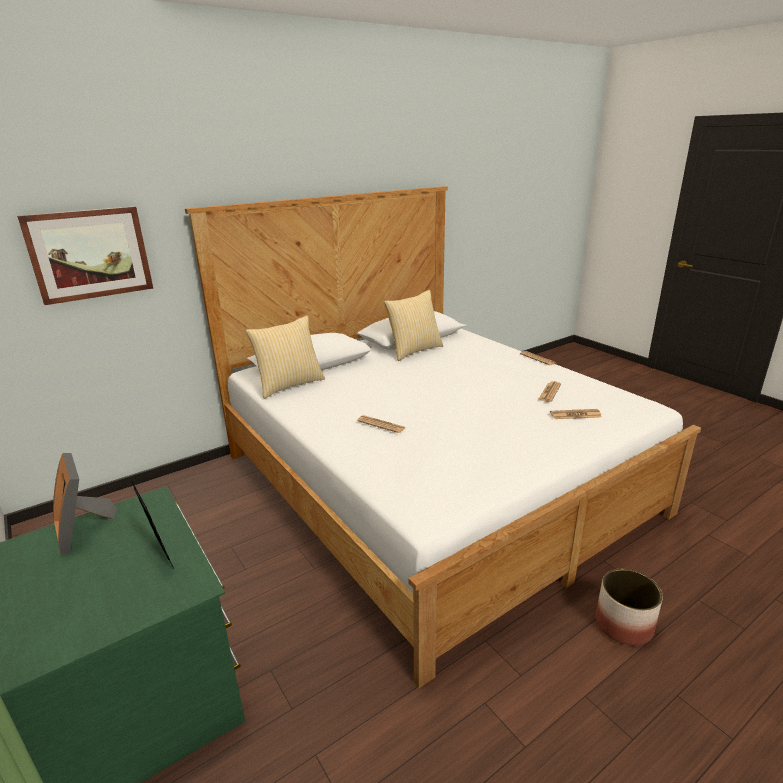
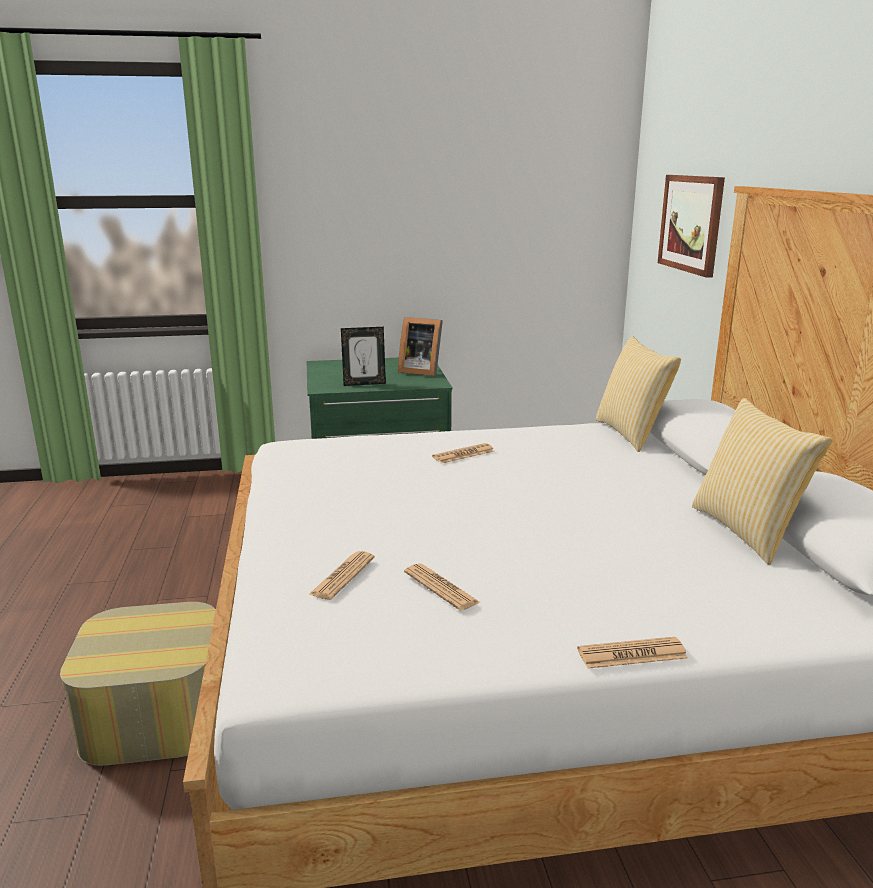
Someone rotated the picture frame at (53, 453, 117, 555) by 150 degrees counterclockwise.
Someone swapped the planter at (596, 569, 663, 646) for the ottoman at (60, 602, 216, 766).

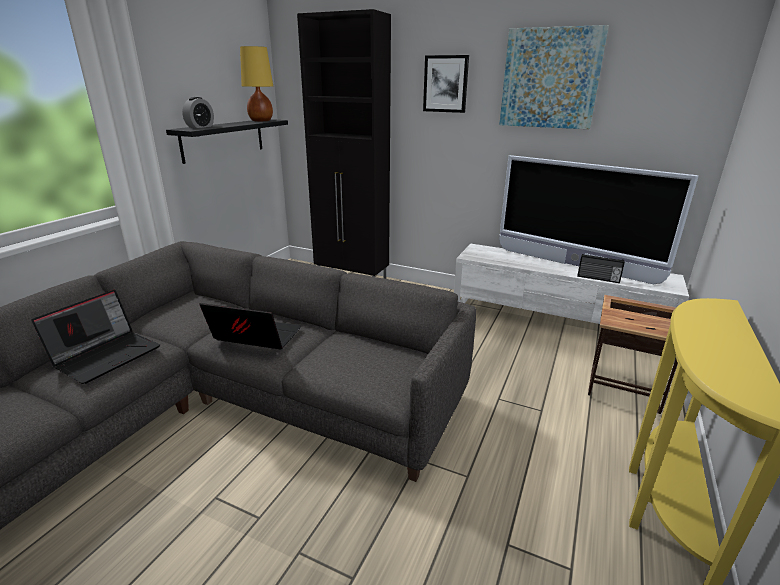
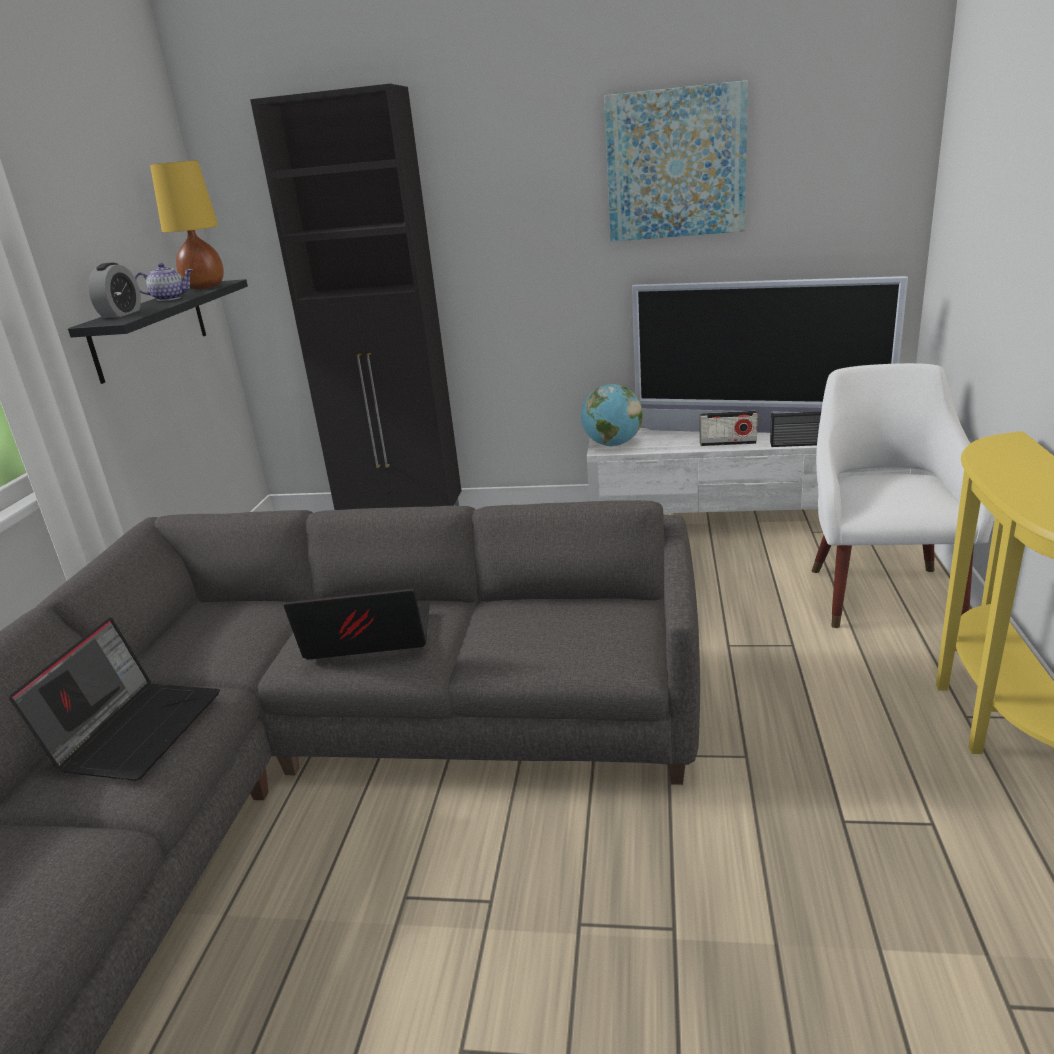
Someone took away the picture at (423, 55, 469, 113).
Someone swapped the side table at (588, 295, 677, 414) for the white armchair at (812, 363, 995, 628).
Someone put down the teapot at (135, 263, 193, 301).
Someone put down the globe at (581, 384, 643, 446).
Someone put down the radio at (700, 411, 757, 446).

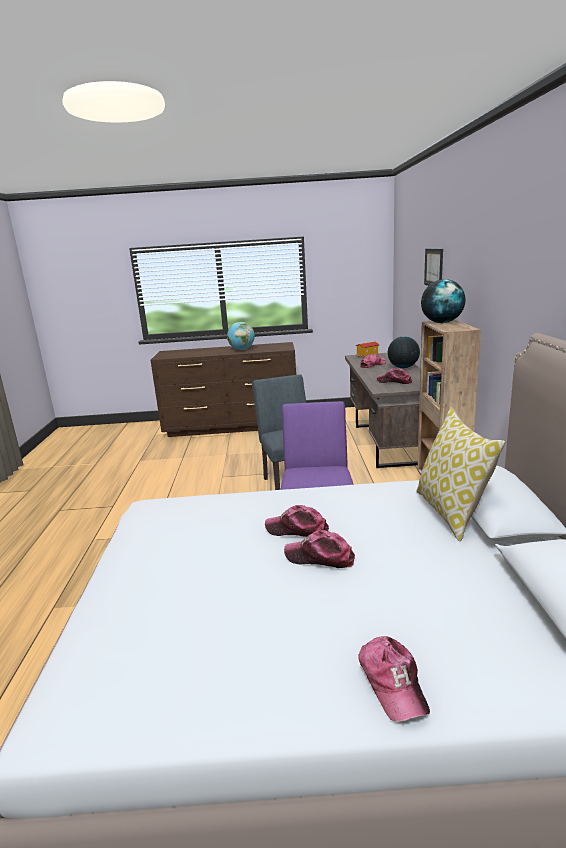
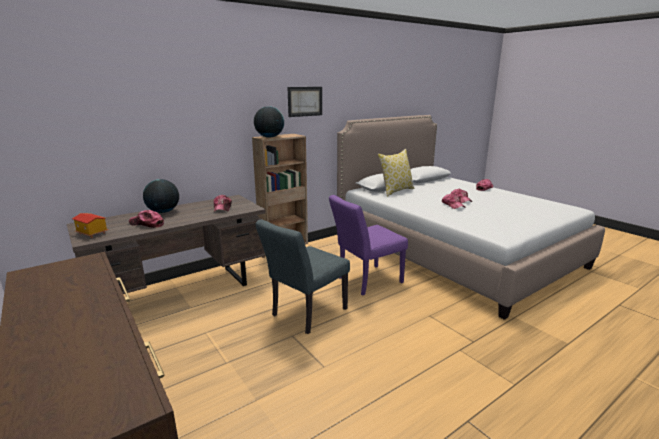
Someone took away the globe at (227, 322, 255, 350).
Someone carried the picture from (424, 249, 443, 286) to (287, 87, 322, 117).

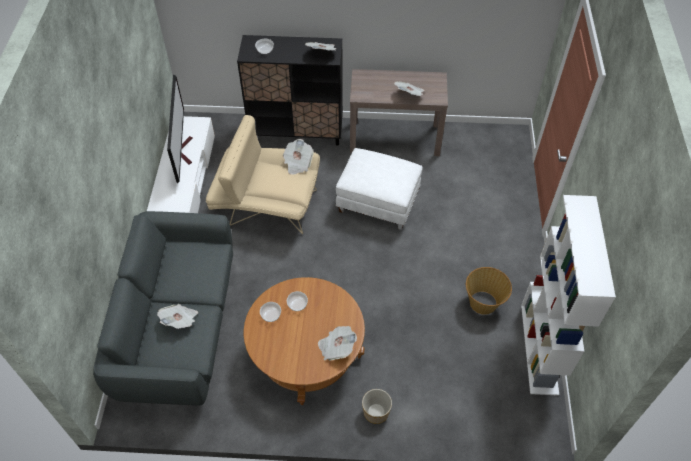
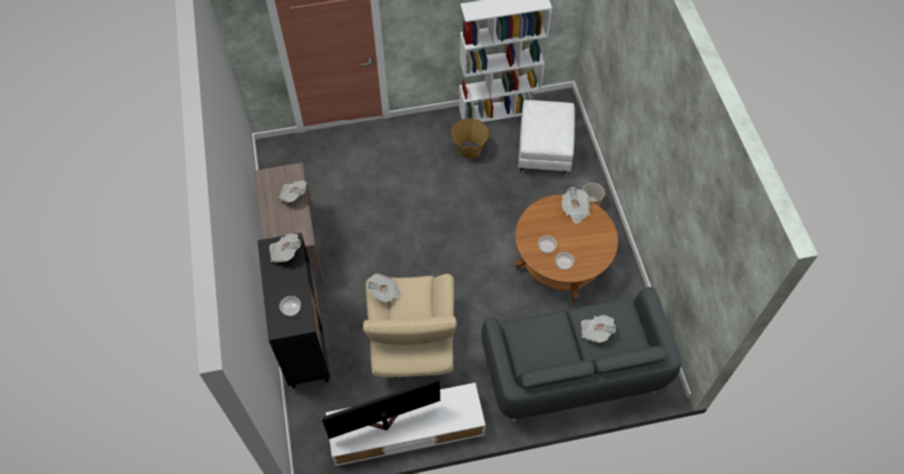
Someone carried the white ottoman from (336, 148, 422, 230) to (518, 100, 575, 176).

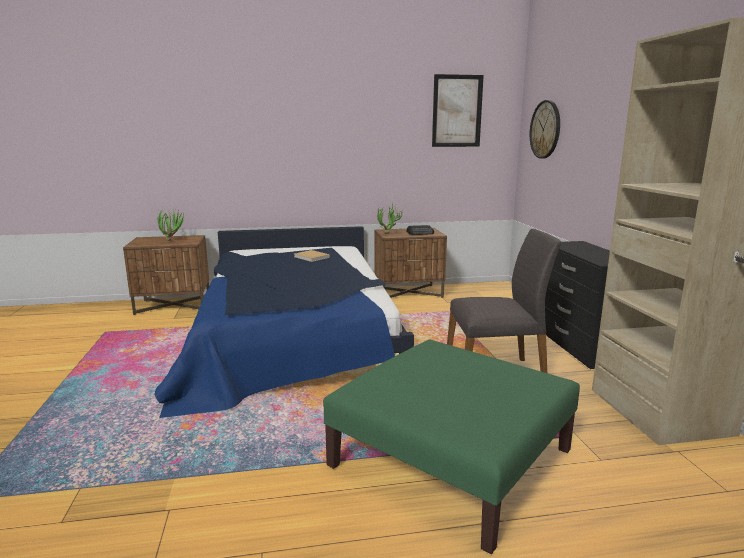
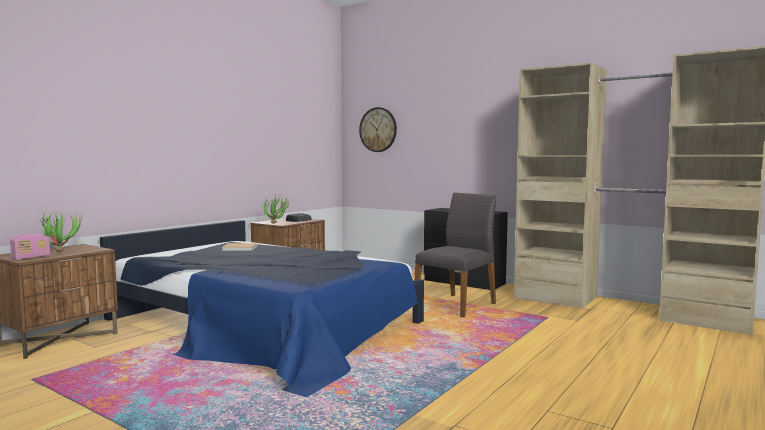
Someone took away the green ottoman at (323, 339, 580, 554).
Someone took away the picture at (432, 74, 484, 147).
Someone put down the radio at (10, 234, 50, 260).

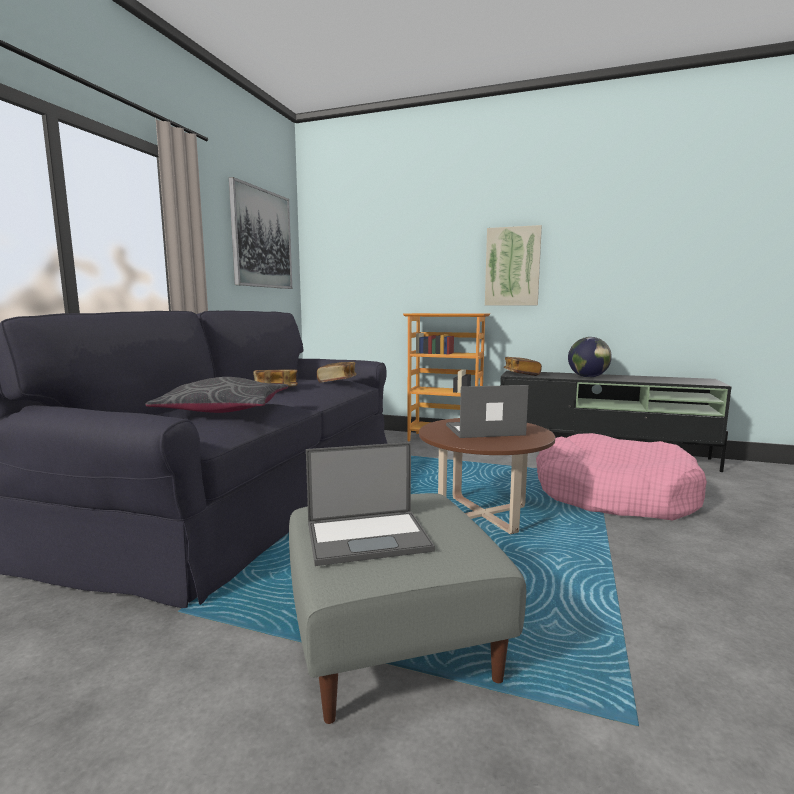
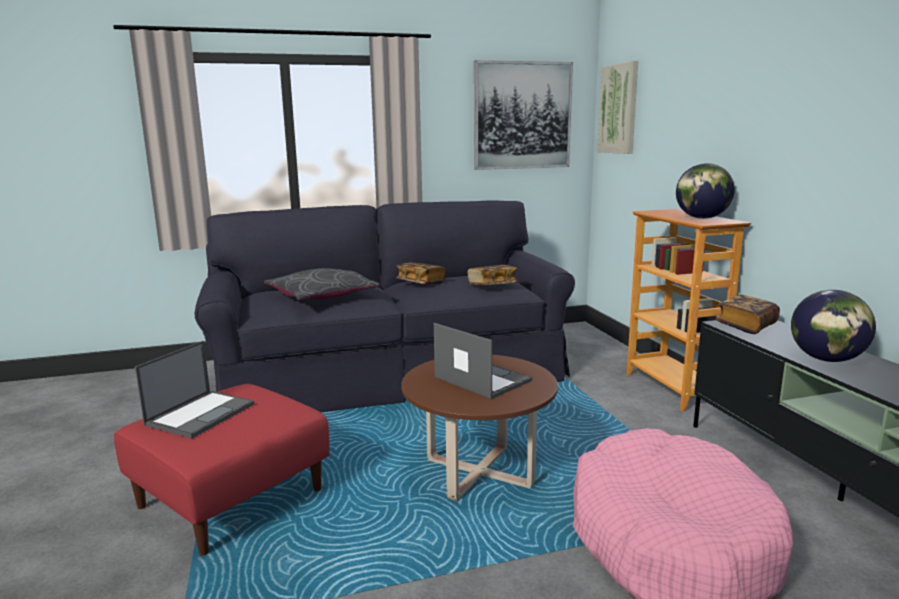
Someone repainted the grey ottoman at (289, 493, 526, 724), which became the red ottoman at (114, 384, 330, 556).
Someone rotated the laptop at (306, 442, 435, 566) by 105 degrees counterclockwise.
Someone carried the picture from (485, 225, 542, 306) to (598, 61, 638, 154).
Someone put down the globe at (676, 163, 735, 219).

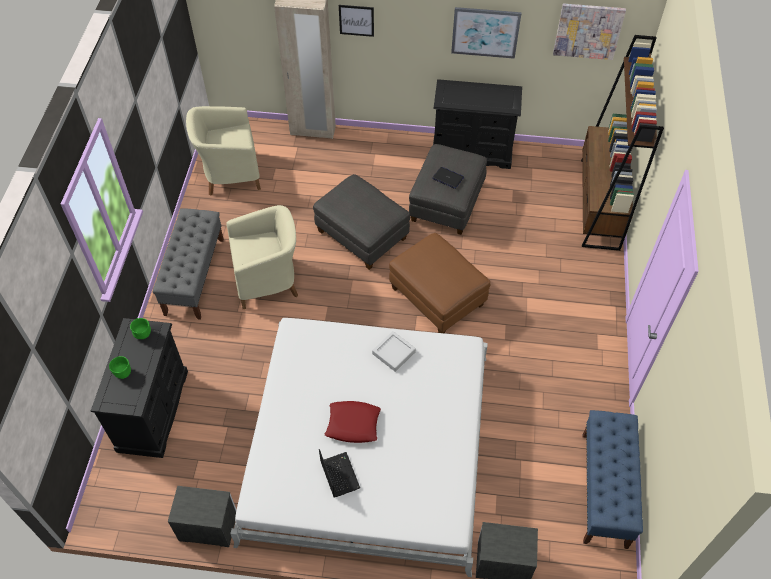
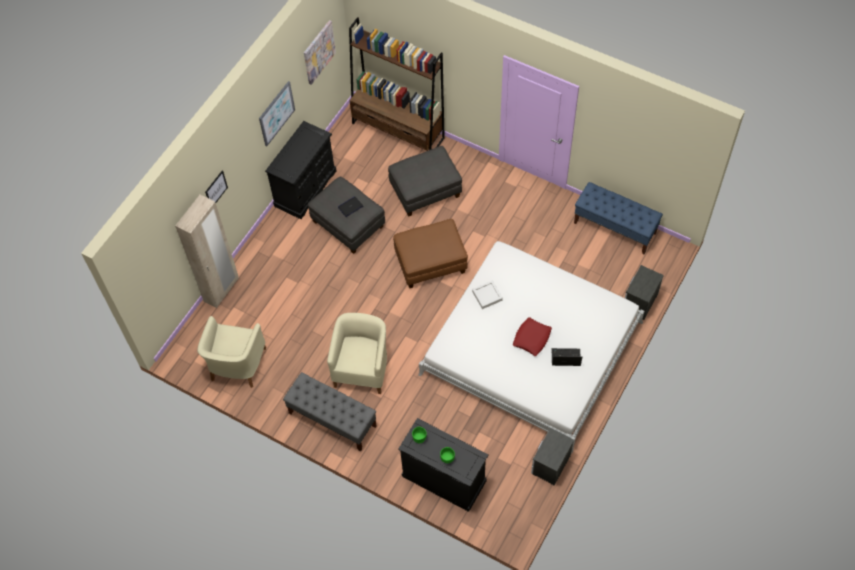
Someone carried the grey ottoman from (313, 174, 410, 270) to (388, 146, 462, 217).

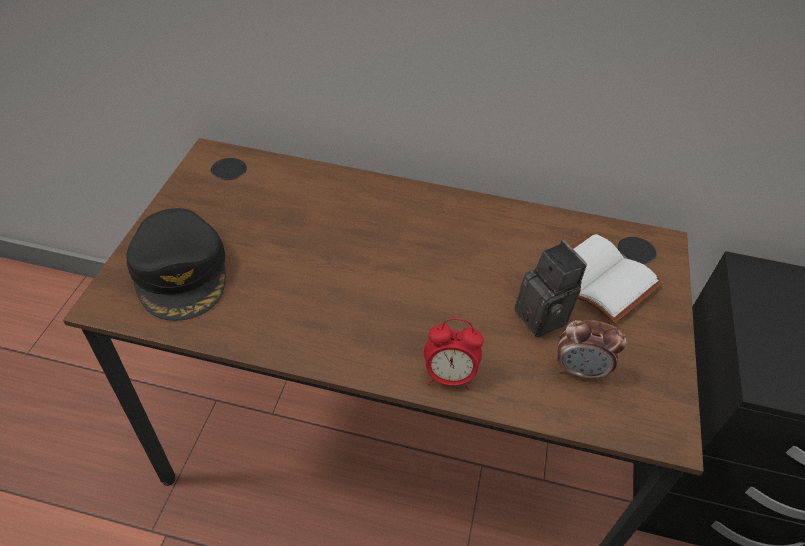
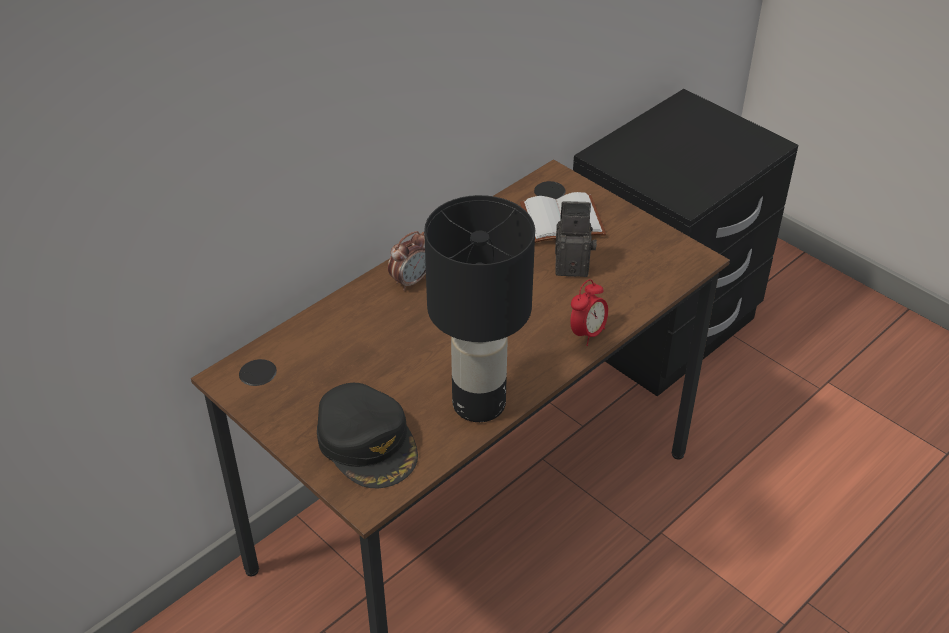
Someone rotated the black cap at (126, 208, 226, 321) by 45 degrees clockwise.
Someone carried the alarm clock from (557, 320, 627, 381) to (388, 231, 426, 291).
Someone put down the black table lamp at (424, 195, 535, 422).

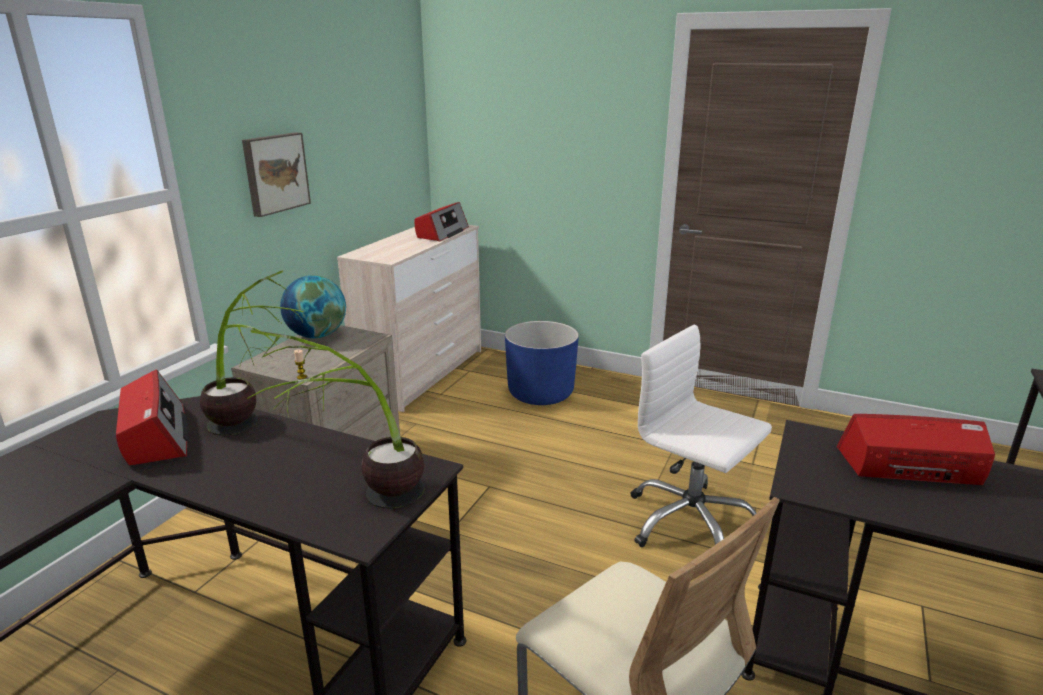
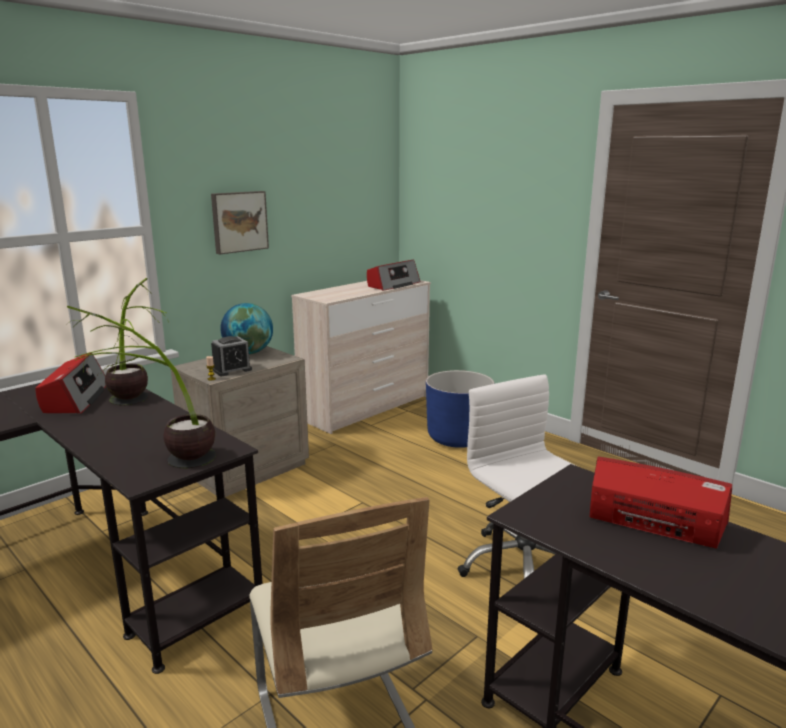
Someone put down the alarm clock at (211, 336, 252, 376).

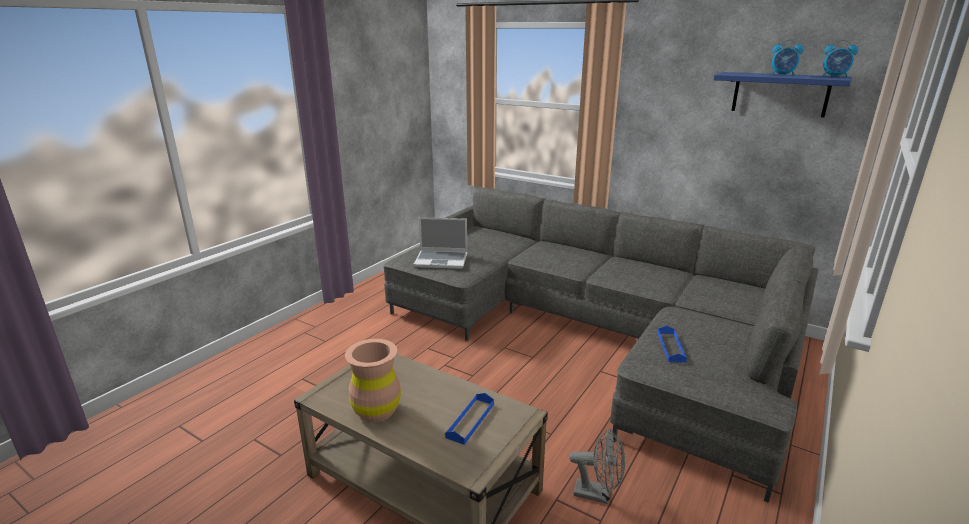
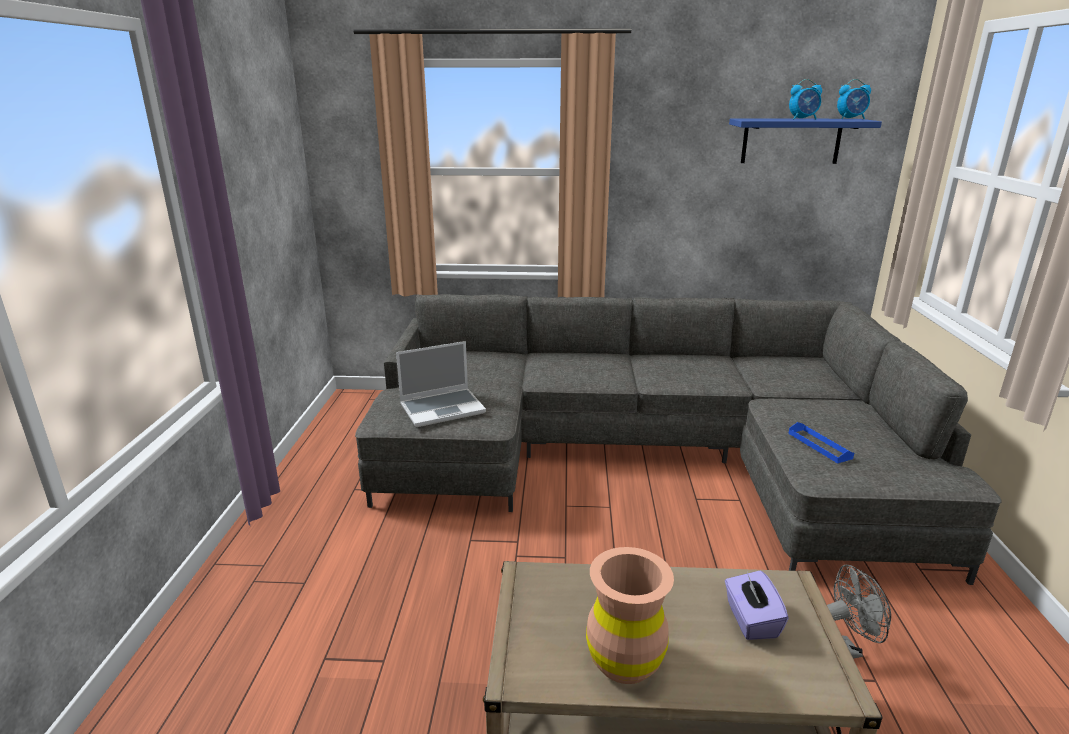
Someone swapped the blue tray at (445, 393, 494, 445) for the purple tissue box at (725, 570, 789, 640).

